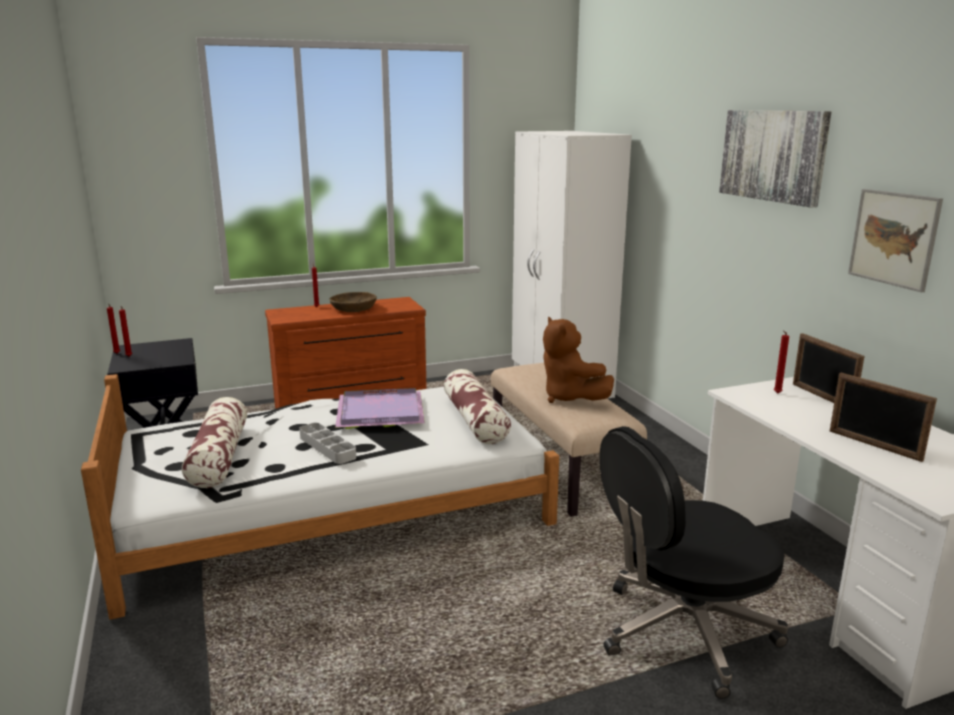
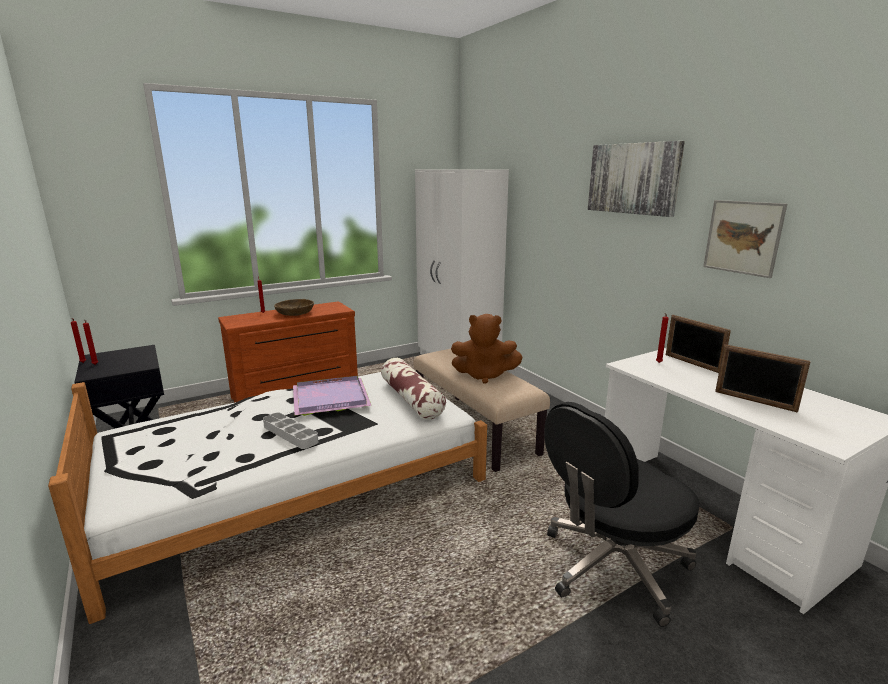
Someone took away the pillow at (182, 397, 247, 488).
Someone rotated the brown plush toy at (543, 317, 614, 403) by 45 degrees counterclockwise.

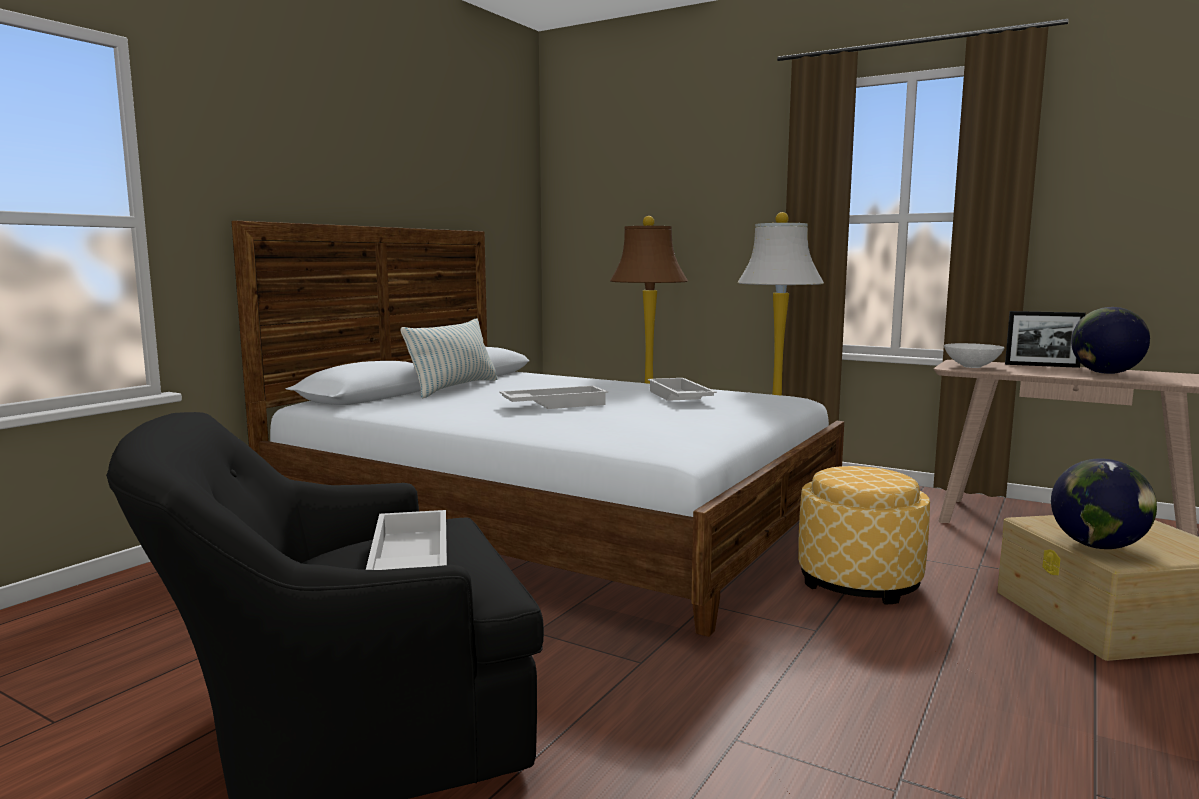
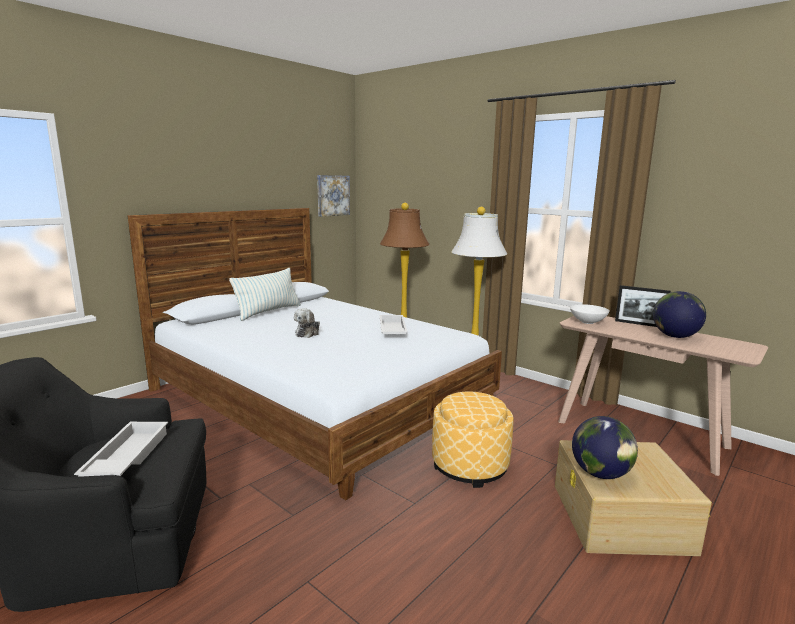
Someone swapped the white tray at (499, 385, 608, 409) for the plush toy at (294, 308, 320, 338).
Someone put up the picture at (317, 175, 350, 217).

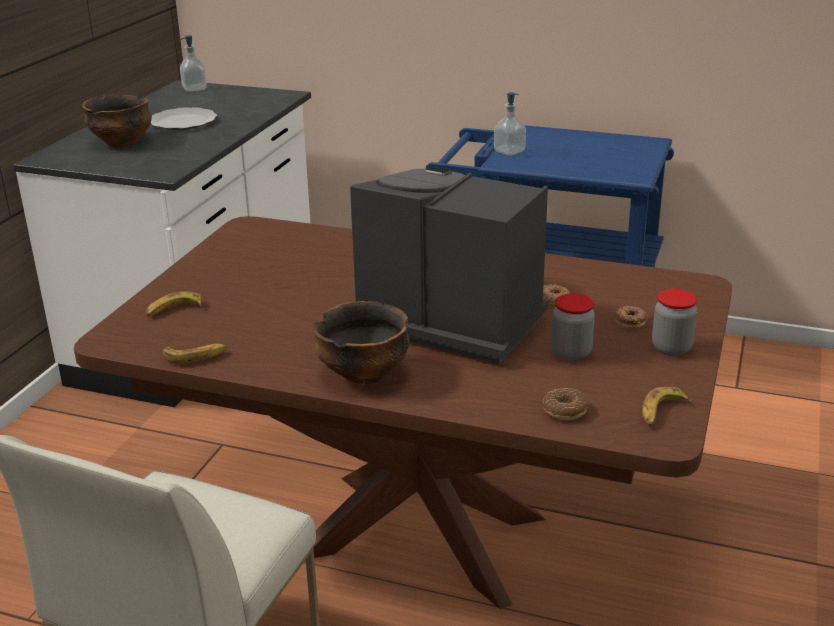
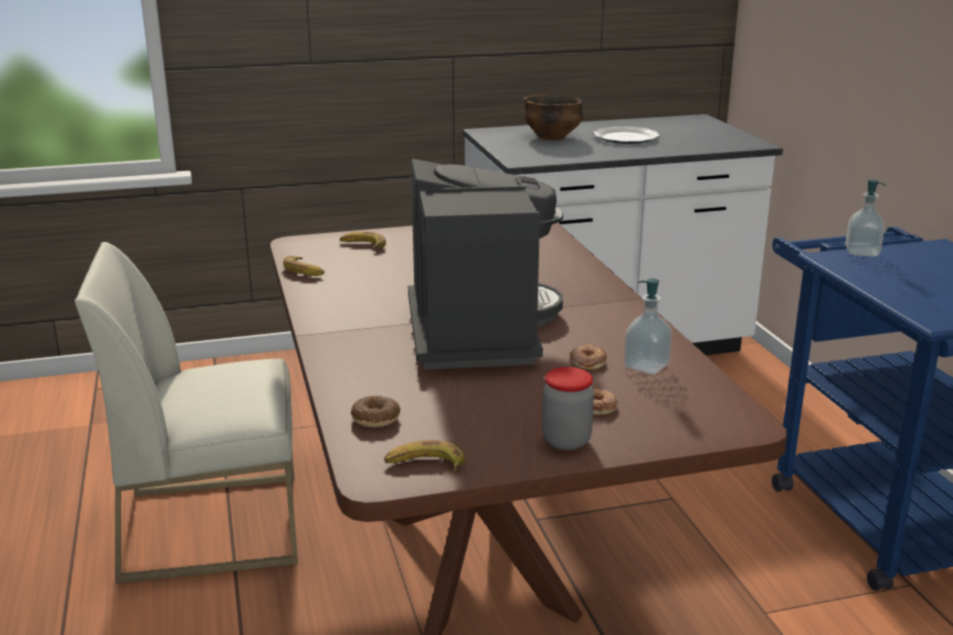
Someone carried the soap dispenser from (180, 35, 207, 92) to (624, 278, 672, 374).
Someone took away the bowl at (313, 301, 409, 384).
Someone took away the jar at (551, 293, 595, 361).

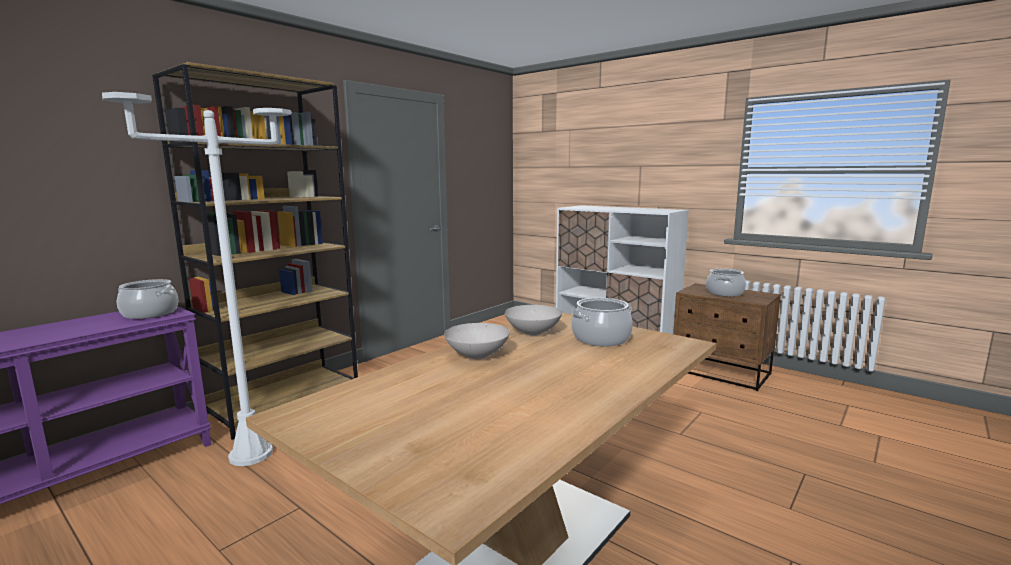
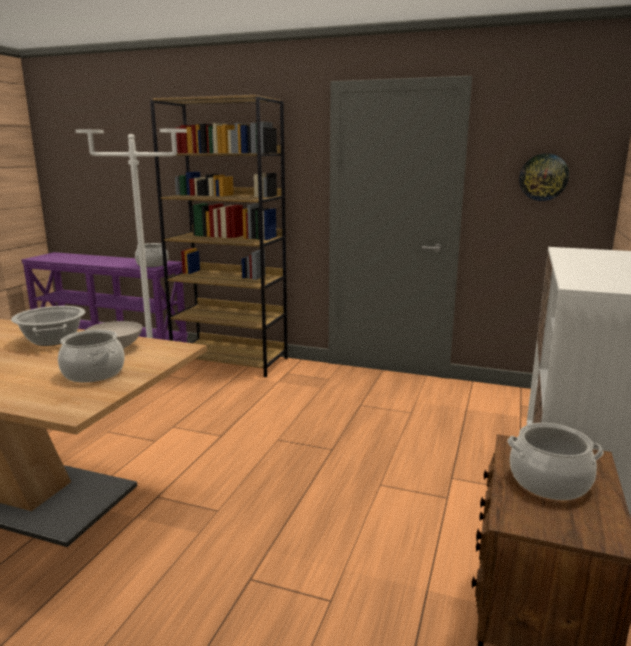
Someone swapped the white bowl at (444, 323, 510, 359) for the cooking pot at (11, 306, 85, 346).
Someone put up the wall clock at (519, 153, 569, 201).

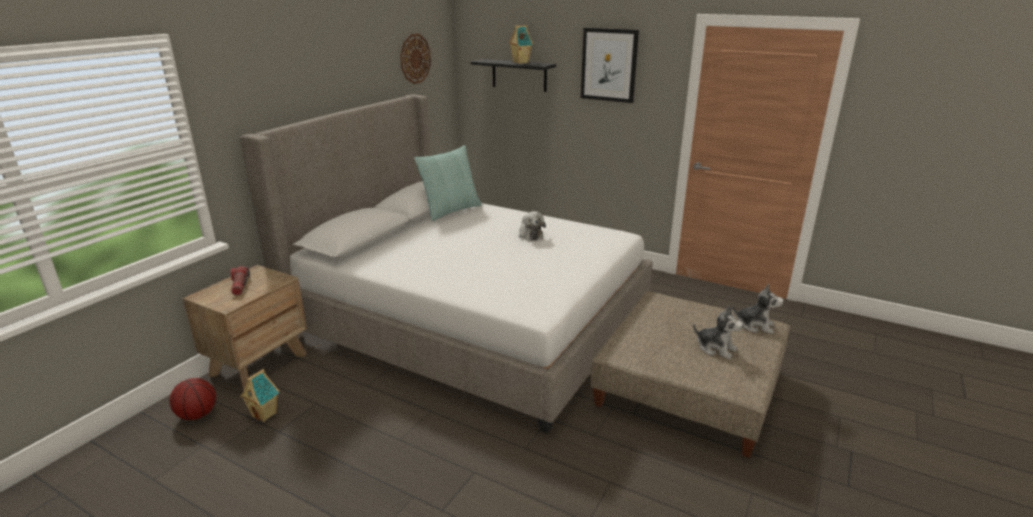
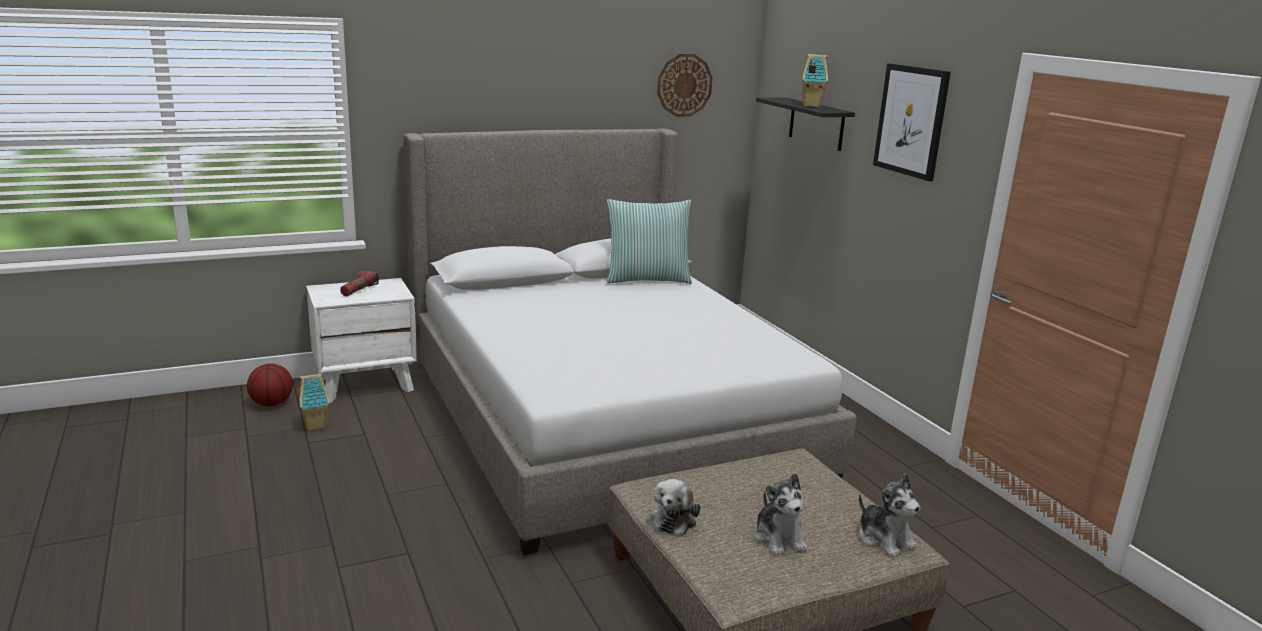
Someone repainted the brown nightstand at (183, 265, 307, 391), which became the white nightstand at (306, 278, 417, 403).
Someone carried the plush toy from (519, 211, 546, 241) to (650, 479, 701, 536).

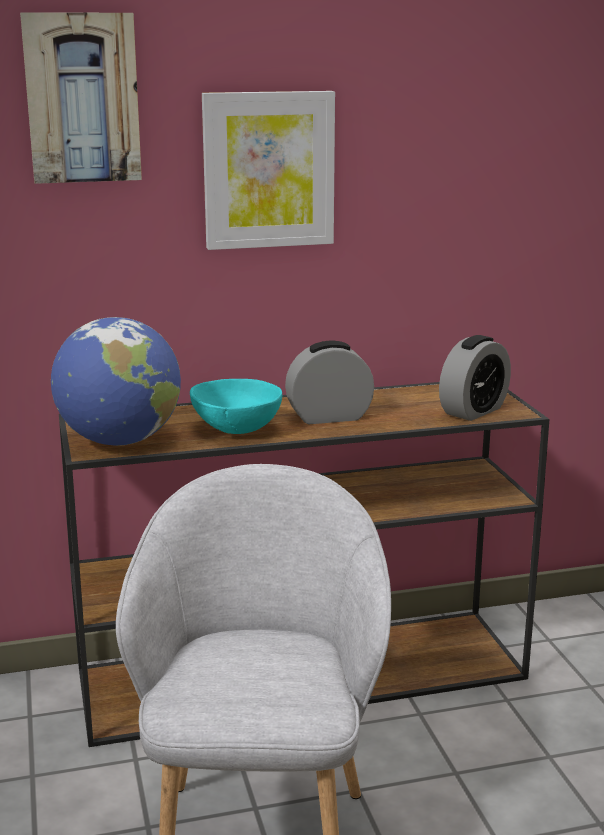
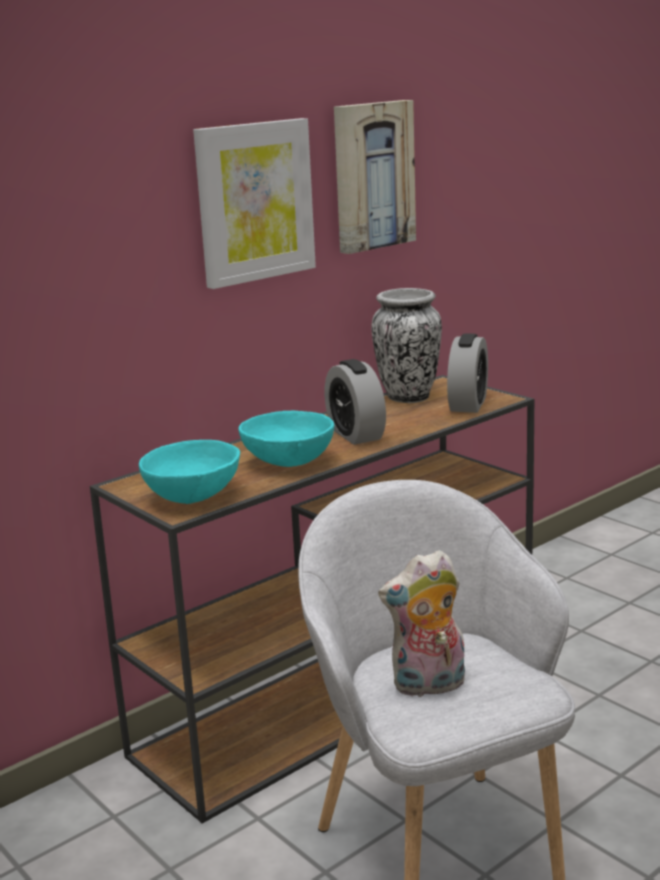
Someone carried the picture from (20, 12, 142, 184) to (334, 100, 416, 254).
Someone swapped the globe at (51, 317, 181, 446) for the turquoise bowl at (139, 440, 240, 504).
Someone rotated the alarm clock at (285, 341, 374, 424) by 75 degrees counterclockwise.
Someone put down the vase at (372, 288, 442, 403).
Someone put down the plush toy at (378, 550, 465, 698).

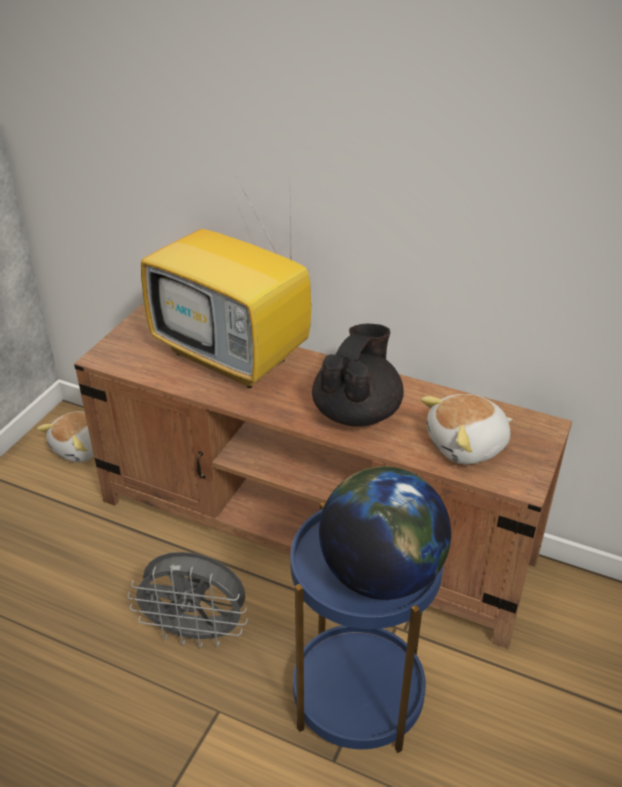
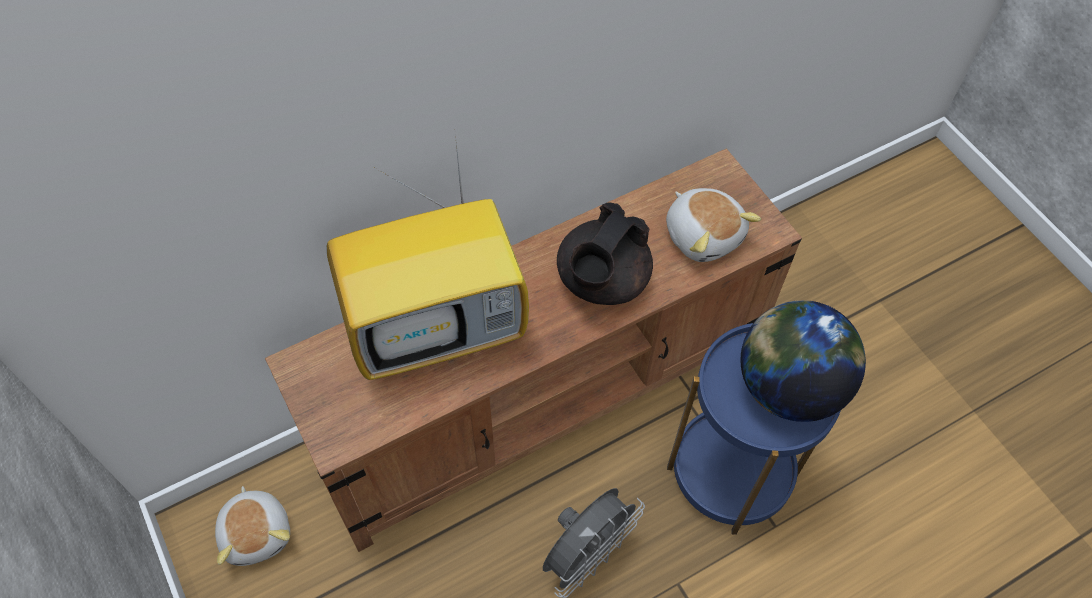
Someone rotated the black teapot at (312, 324, 404, 427) by 120 degrees counterclockwise.
Someone rotated the plush toy at (421, 394, 512, 464) by 45 degrees counterclockwise.

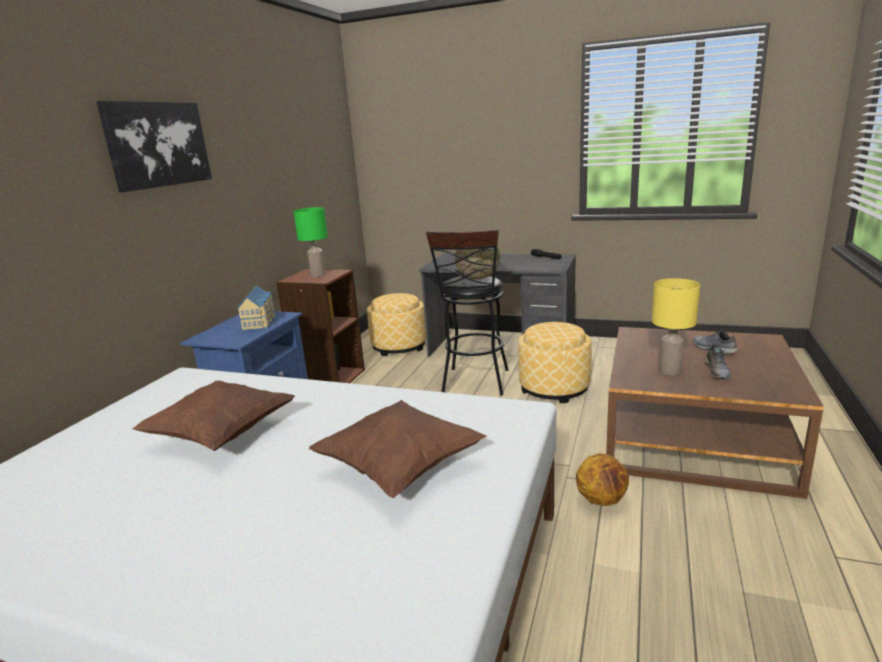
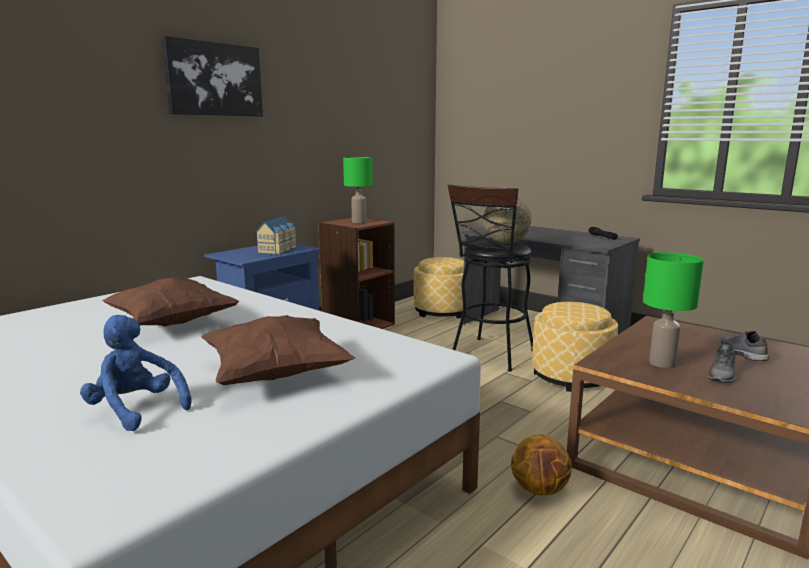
Someone repainted the yellow table lamp at (652, 278, 700, 375), which became the green table lamp at (643, 252, 704, 368).
Someone put down the blue plush toy at (80, 315, 192, 431).

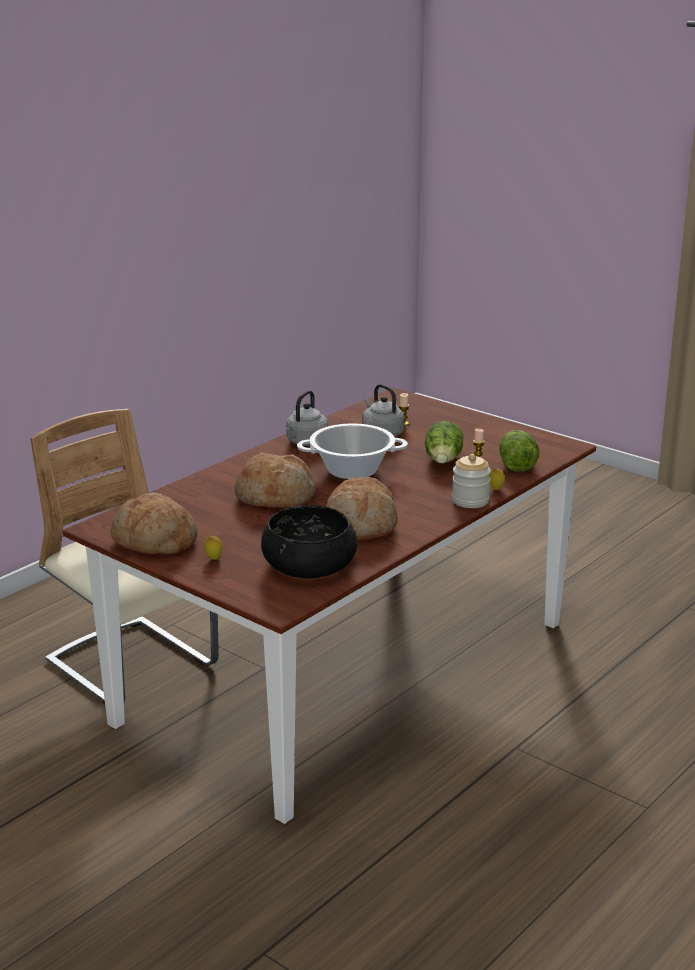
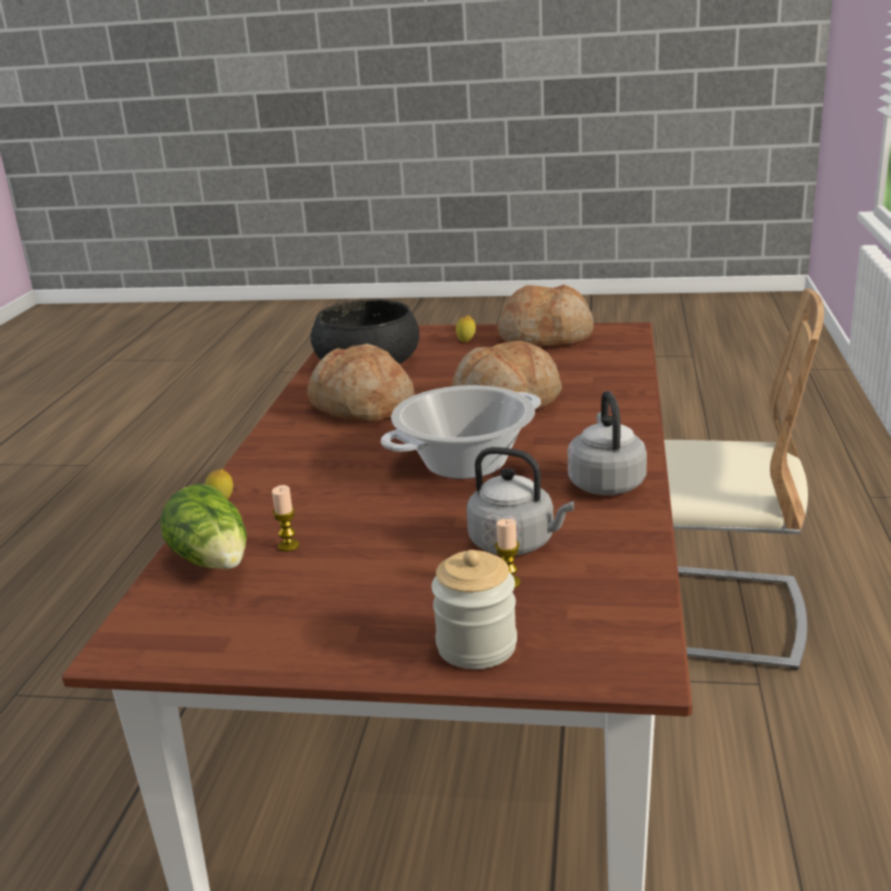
Someone took away the lettuce at (425, 421, 463, 464).
Someone carried the jar from (452, 454, 491, 508) to (431, 550, 517, 669).

